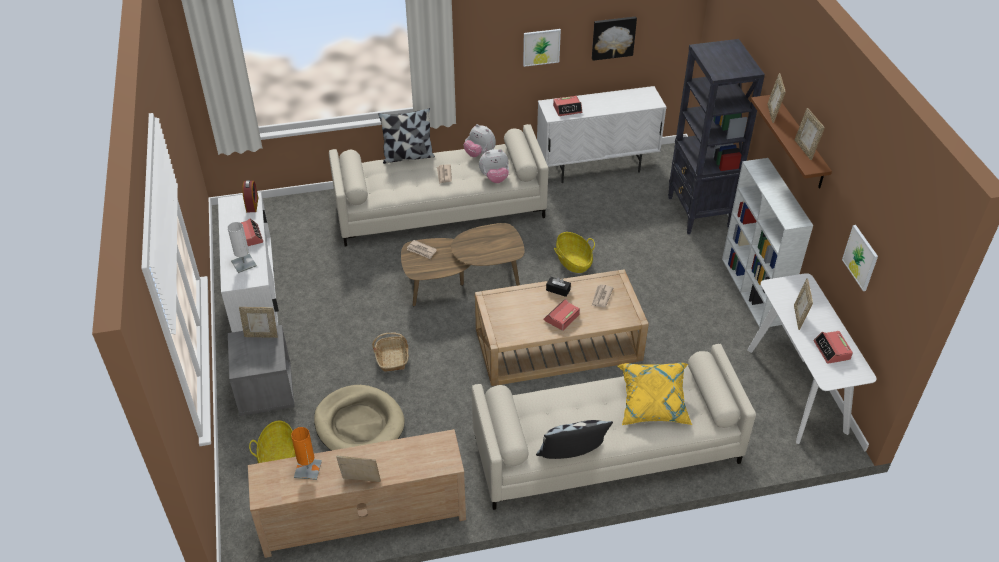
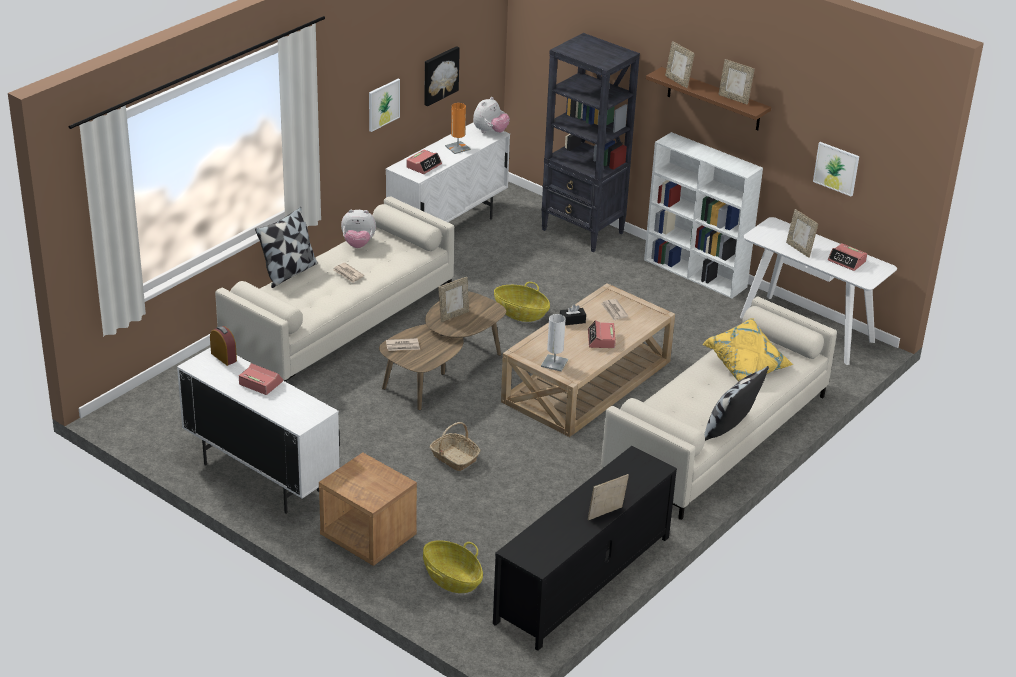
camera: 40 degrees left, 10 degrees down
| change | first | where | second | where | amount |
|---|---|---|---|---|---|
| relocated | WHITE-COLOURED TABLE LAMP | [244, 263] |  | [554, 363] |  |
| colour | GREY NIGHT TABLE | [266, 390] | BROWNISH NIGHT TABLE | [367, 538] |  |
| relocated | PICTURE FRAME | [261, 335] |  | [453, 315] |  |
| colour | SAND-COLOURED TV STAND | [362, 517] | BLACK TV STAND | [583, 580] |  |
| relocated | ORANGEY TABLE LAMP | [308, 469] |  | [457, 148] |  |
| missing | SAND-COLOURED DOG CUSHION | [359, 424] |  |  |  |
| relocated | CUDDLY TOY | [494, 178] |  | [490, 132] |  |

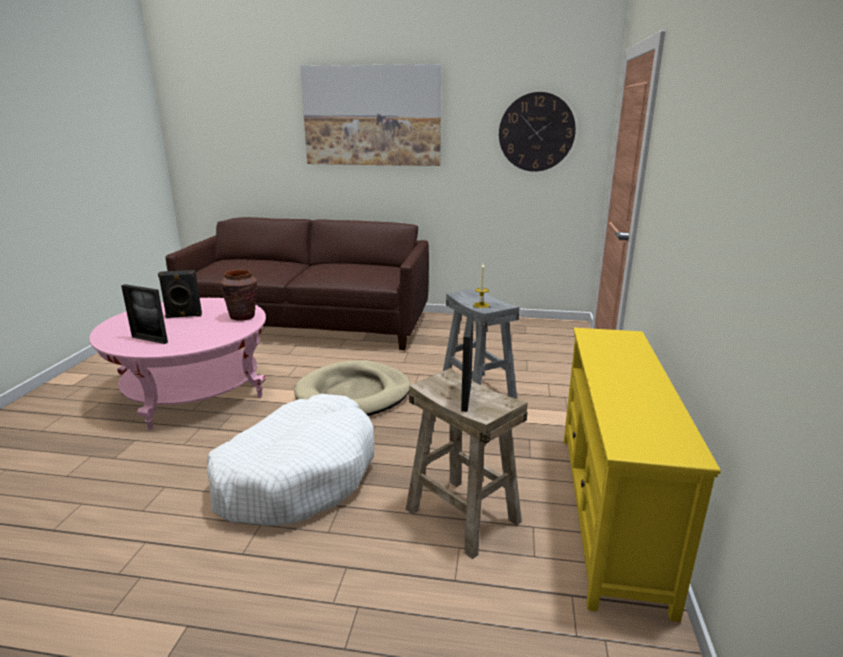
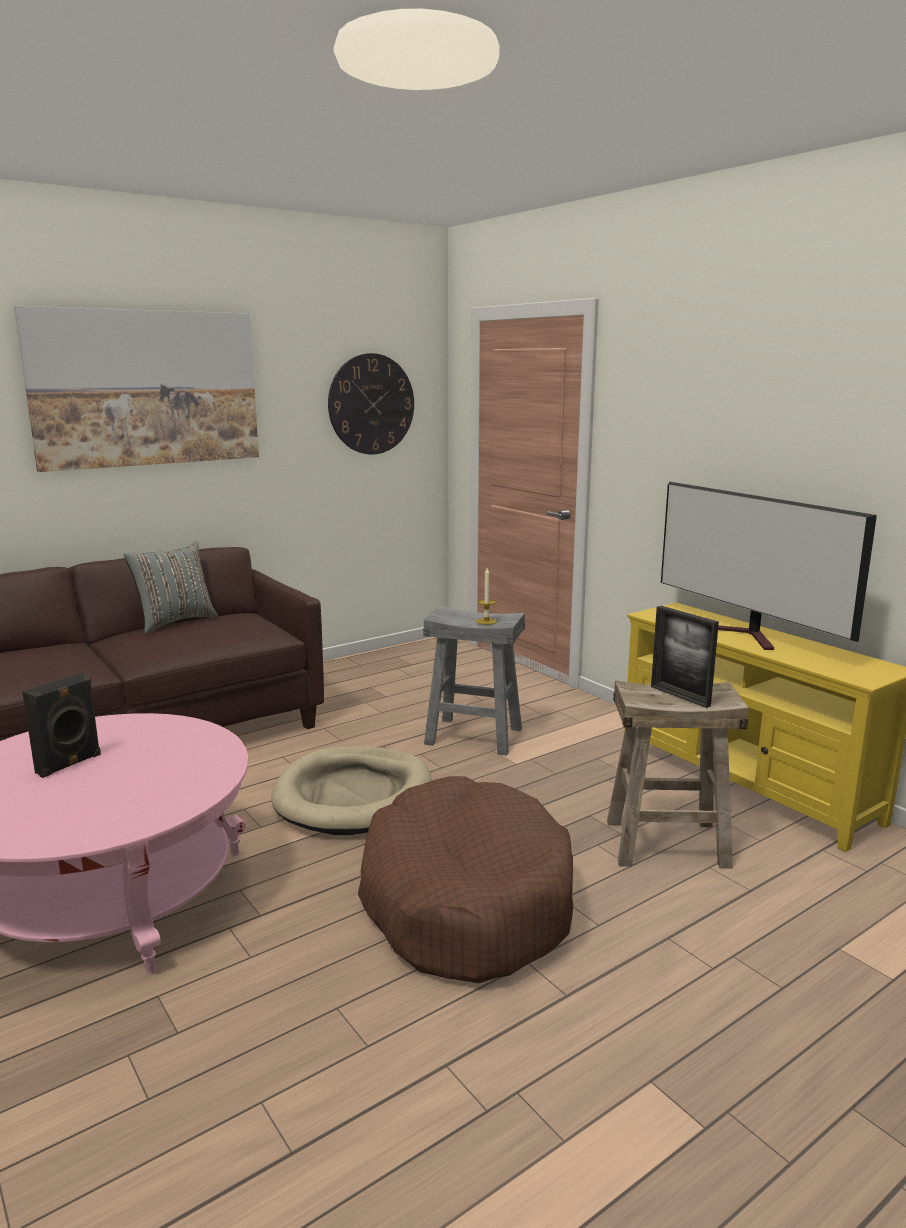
camera: 45 degrees left, 5 degrees down
| change | first | where | second | where | amount |
|---|---|---|---|---|---|
| missing | PICTURE FRAME | [149, 339] |  |  |  |
| colour | WHITE-COLOURED DOG CUSHION | [297, 475] | BROWNISH DOG CUSHION | [465, 900] |  |
| missing | BROWNISH DECORATIVE VASE | [243, 317] |  |  |  |
| appeared |  |  | GREY CUSHION | [175, 622] |  |
| appeared |  |  | TV SET | [747, 636] |  |

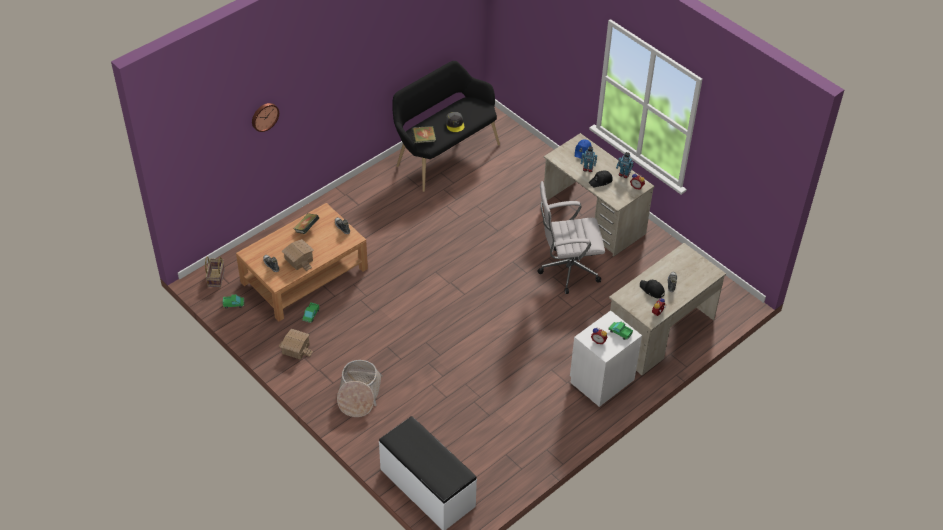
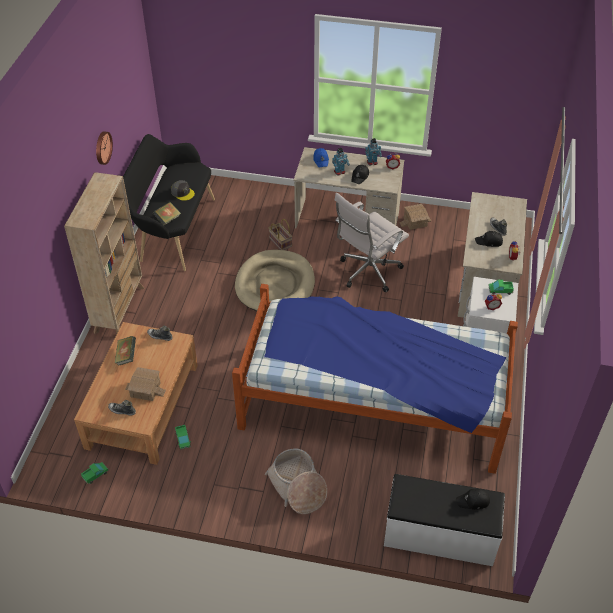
camera: 35 degrees left, 0 degrees up
| change | first | where | second | where | amount |
|---|---|---|---|---|---|
| relocated | BASKET | [215, 277] |  | [279, 242] |  |
| relocated | CLOCK ON THE WALL | [264, 116] |  | [102, 147] |  |
| relocated | MODEL HOUSE | [296, 348] |  | [415, 221] |  |
| appeared |  |  | SAND-COLOURED BOOKSHELF | [119, 309] |  |
| appeared |  |  | BED | [373, 402] |  |
| appeared |  |  | SAND-COLOURED DOG CUSHION | [275, 285] |  |
| appeared |  |  | BLACK BASEBALL CAP | [473, 501] |  |

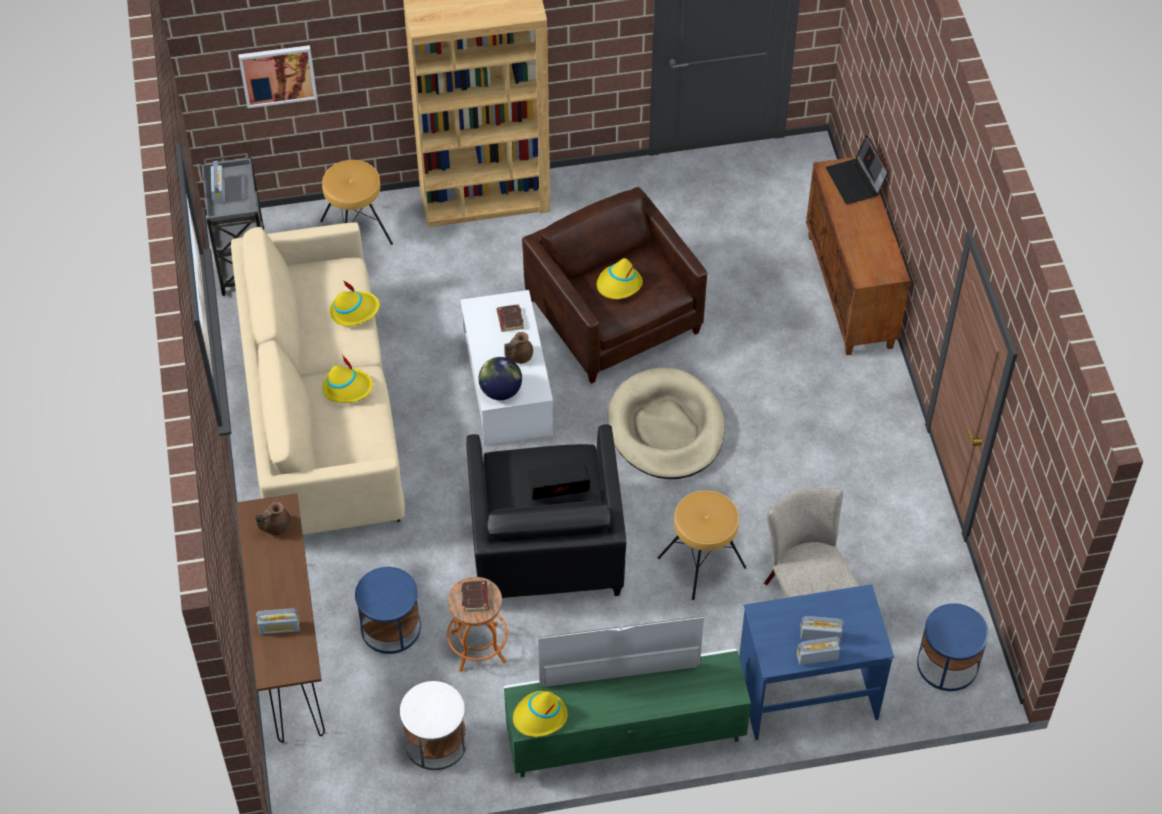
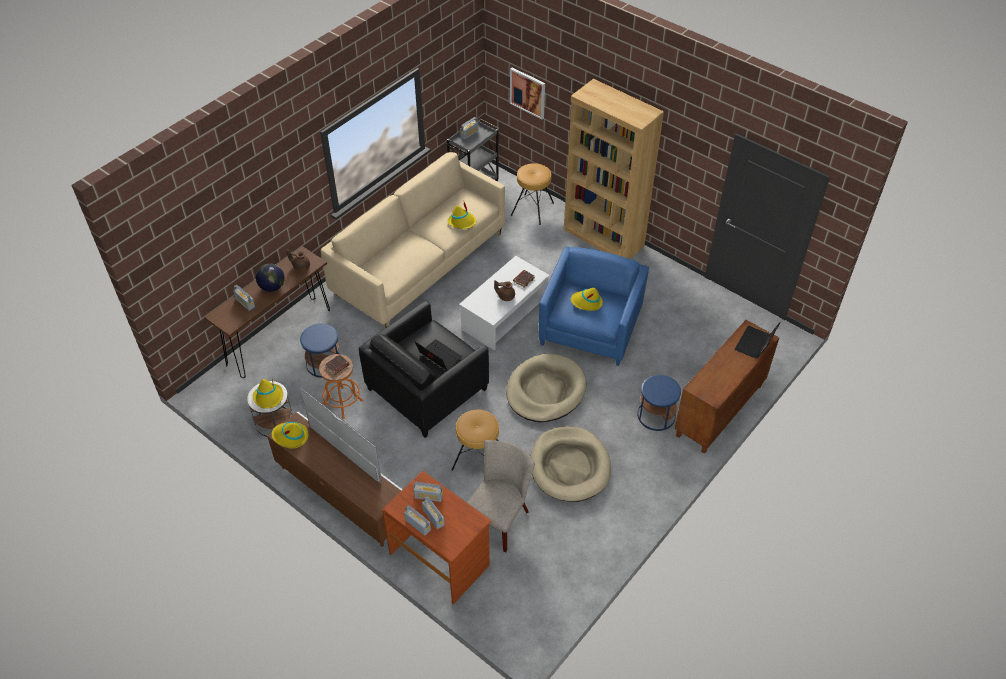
camera: 50 degrees right, 5 degrees down
| change | first | where | second | where | amount |
|---|---|---|---|---|---|
| relocated | YELLOWISH HAT | [348, 388] |  | [269, 397] |  |
| relocated | DESK GLOBE | [500, 391] |  | [272, 287] |  |
| colour | GREEN TV STAND | [625, 736] | BROWNISH TV STAND | [342, 495] |  |
| colour | BROWNISH ARMCHAIR | [614, 316] | BLUE-COLOURED ARMCHAIR | [591, 327] |  |
| colour | BLUE-COLOURED DESK TABLE | [807, 693] | BROWNISH DESK TABLE | [440, 559] |  |
| relocated | BLUE-COLOURED END TABLE | [947, 664] |  | [656, 415] |  |
| appeared |  |  | RADIO SET | [428, 496] |  |
| appeared |  |  | SAND-COLOURED DOG CUSHION | [569, 466] |  |

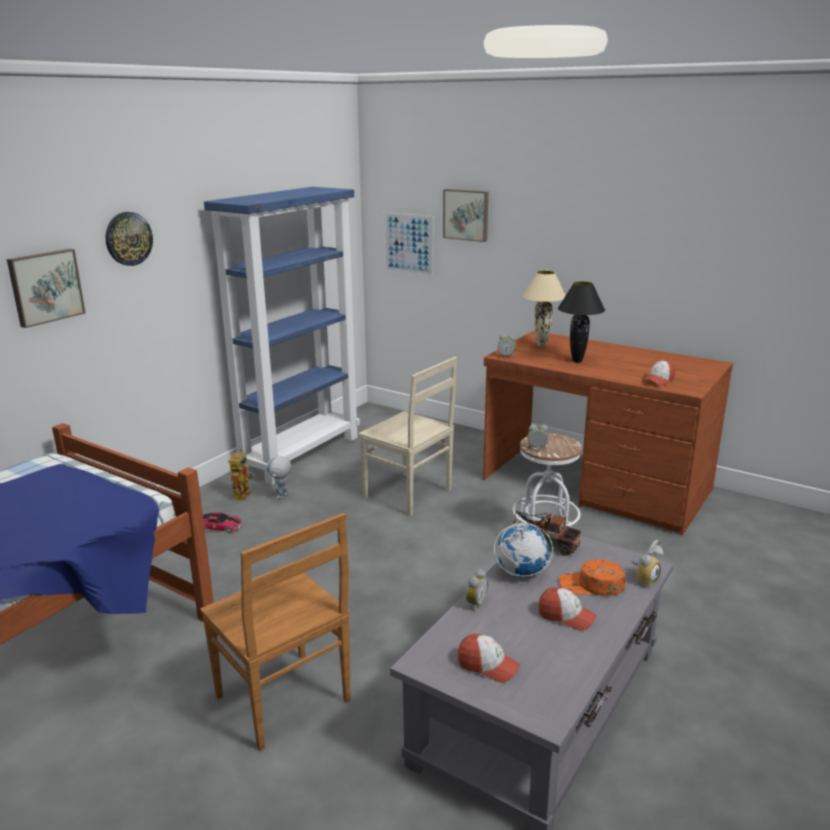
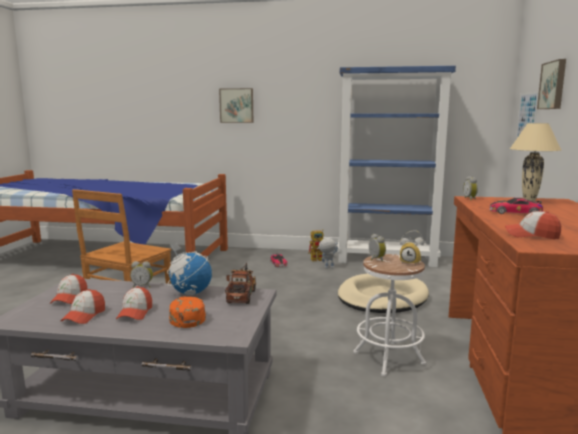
camera: 65 degrees right, 10 degrees down
| change | first | where | second | where | amount |
|---|---|---|---|---|---|
| missing | CLOCK ON THE WALL | [128, 238] |  |  |  |
| exchanged | SAND-COLOURED PLAIN CHAIR | [409, 495] | SAND-COLOURED DOG CUSHION | [382, 297] |  |
| exchanged | BLACK TABLE LAMP | [577, 361] | TOY CAR | [515, 212] |  |
| relocated | TABLE CLOCK | [644, 579] |  | [411, 262] |  |
| appeared |  |  | BASEBALL CAP | [84, 316] |  |

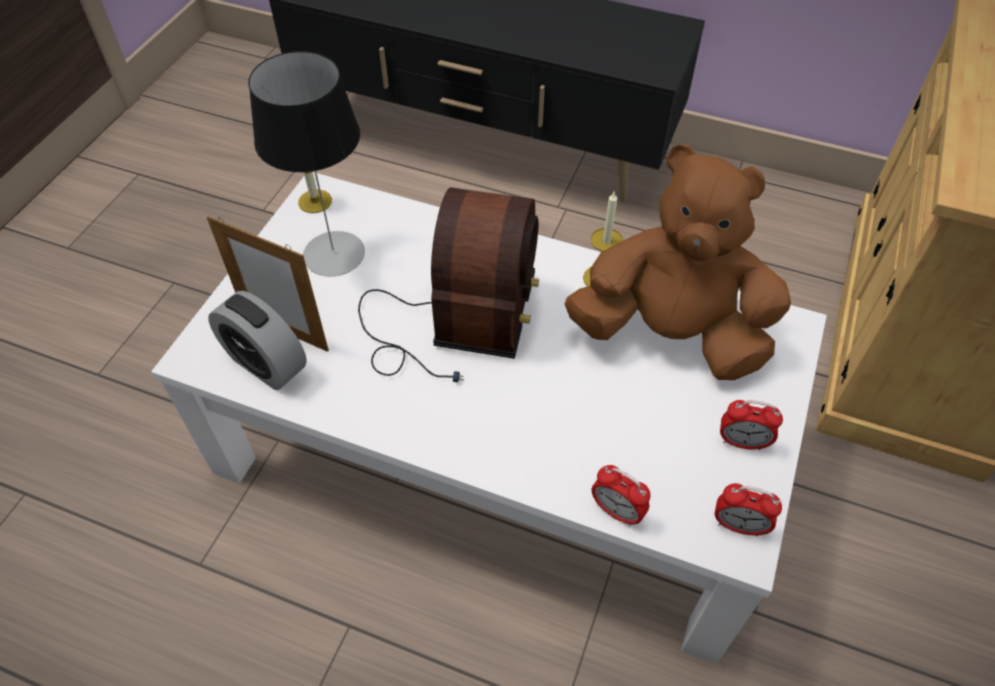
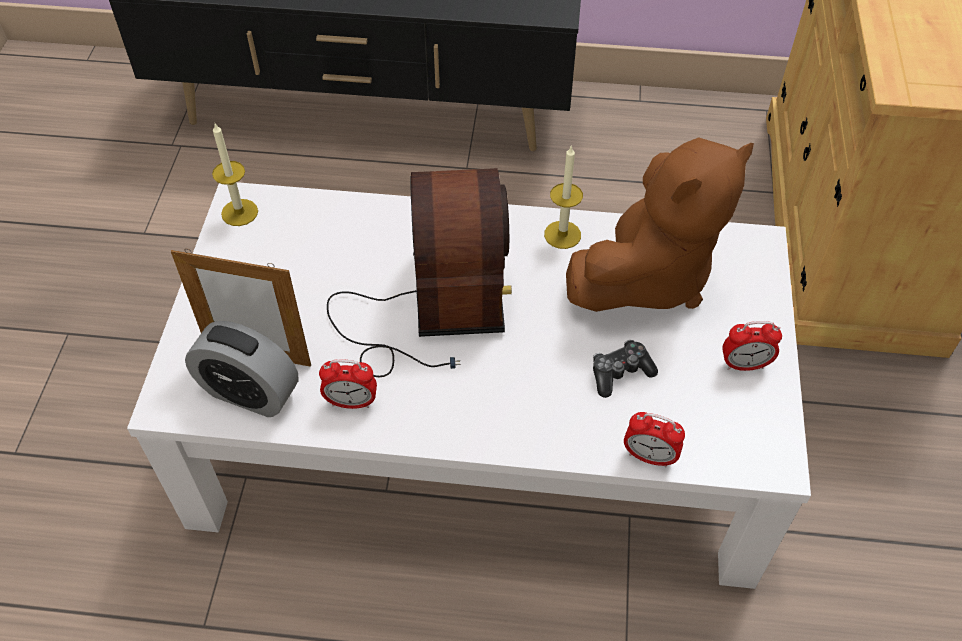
camera: 15 degrees left, 0 degrees up
| change | first | where | second | where | amount |
|---|---|---|---|---|---|
| missing | TABLE LAMP | [333, 253] |  |  |  |
| spun | BROWNISH CUDDLY TOY | [671, 334] |  | [647, 276] | 135 degrees clockwise |
| relocated | TABLE CLOCK | [738, 525] |  | [351, 402] |  |
| appeared |  |  | GAMEPAD | [620, 373] |  |

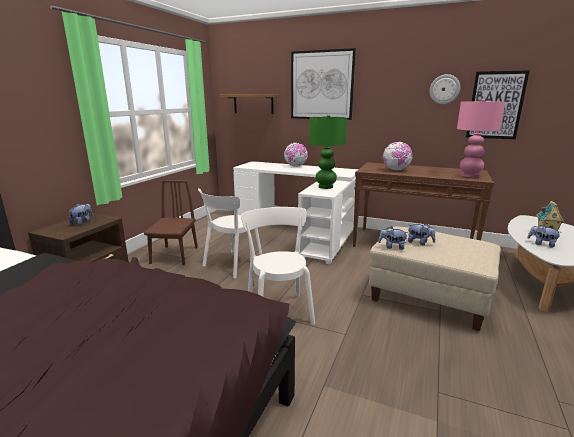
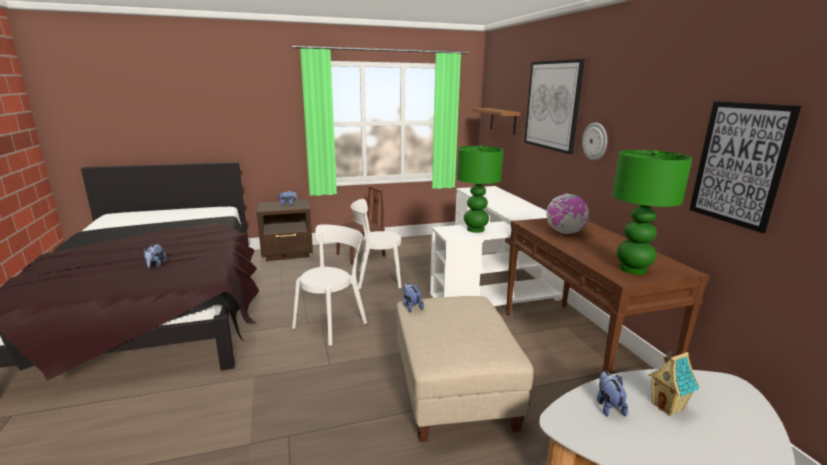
camera: 50 degrees right, 0 degrees up
| change | first | where | second | where | amount |
|---|---|---|---|---|---|
| missing | DESK GLOBE | [295, 166] |  |  |  |
| relocated | CUDDLY TOY | [419, 243] |  | [155, 265] |  |
| relocated | CLOCK ON THE WALL | [444, 89] |  | [595, 141] |  |
| colour | PINK-COLOURED TABLE LAMP | [470, 176] | GREEN TABLE LAMP | [632, 269] |  |

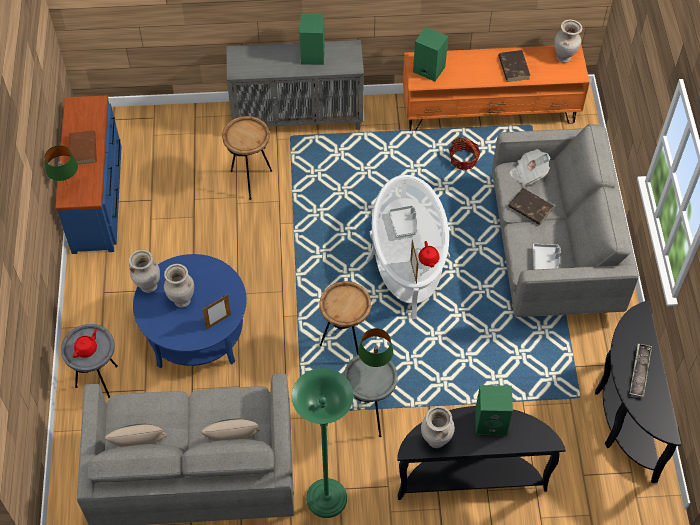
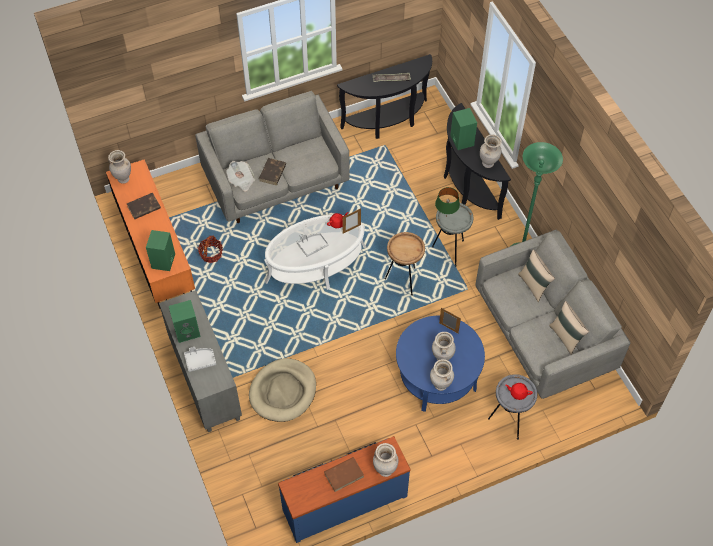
camera: 110 degrees left, 0 degrees up
| change | first | where | second | where | amount |
|---|---|---|---|---|---|
| exchanged | GREEN TABLE LAMP | [67, 185] | SAND-COLOURED DECORATIVE VASE | [385, 470] |  |
| exchanged | BROWNISH END TABLE | [251, 180] | SAND-COLOURED DOG CUSHION | [283, 392] |  |
| relocated | GREY SERVING TRAY | [545, 262] |  | [200, 360] |  |

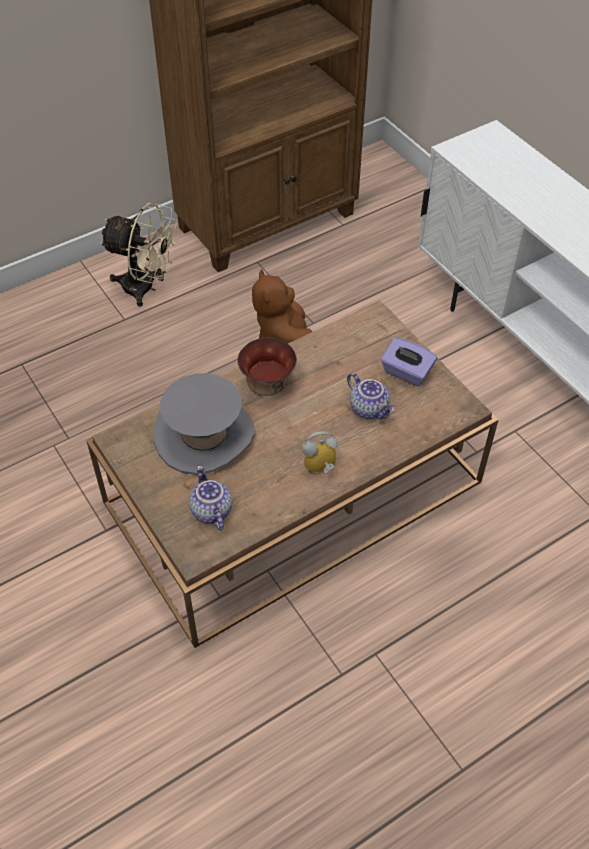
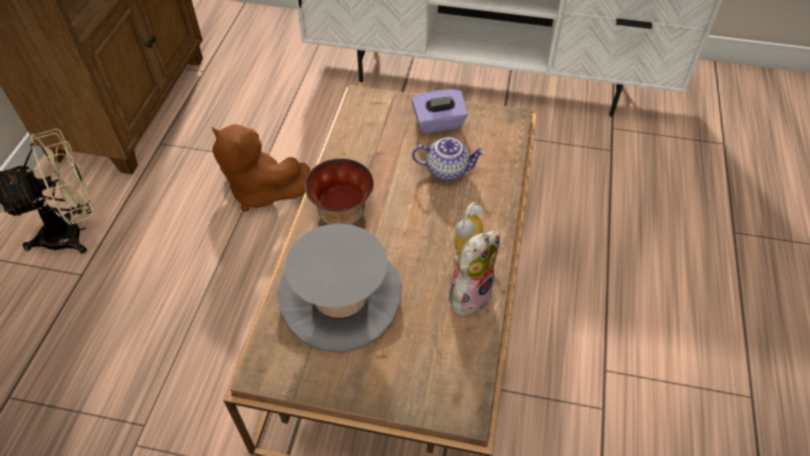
camera: 45 degrees left, 0 degrees up
| change | first | where | second | where | amount |
|---|---|---|---|---|---|
| missing | TEAPOT | [210, 510] |  |  |  |
| appeared |  |  | CUDDLY TOY | [469, 294] |  |

